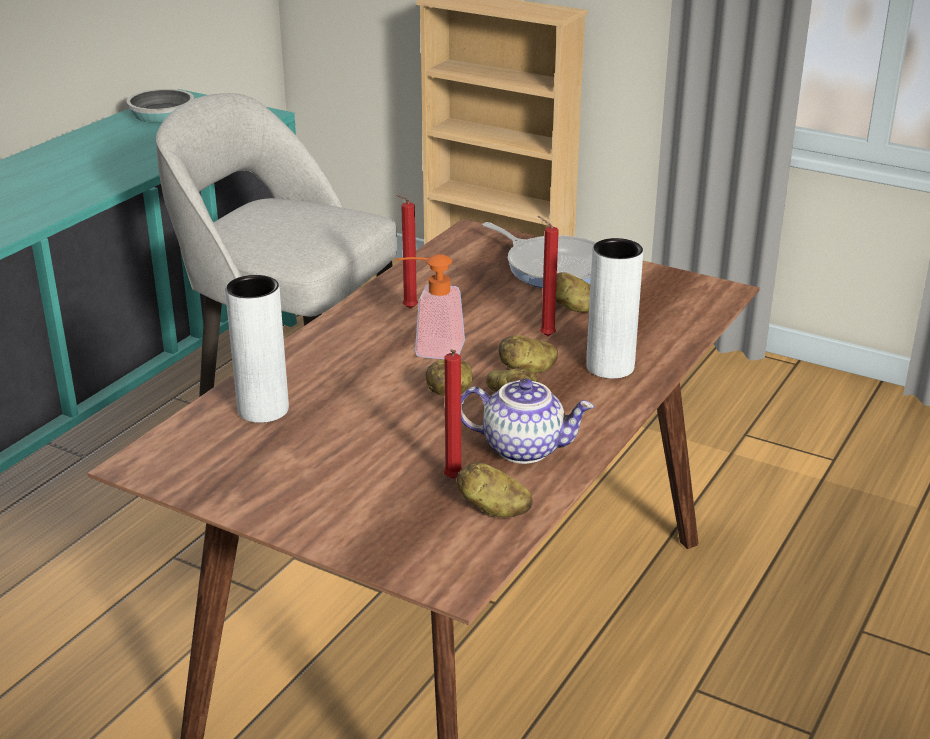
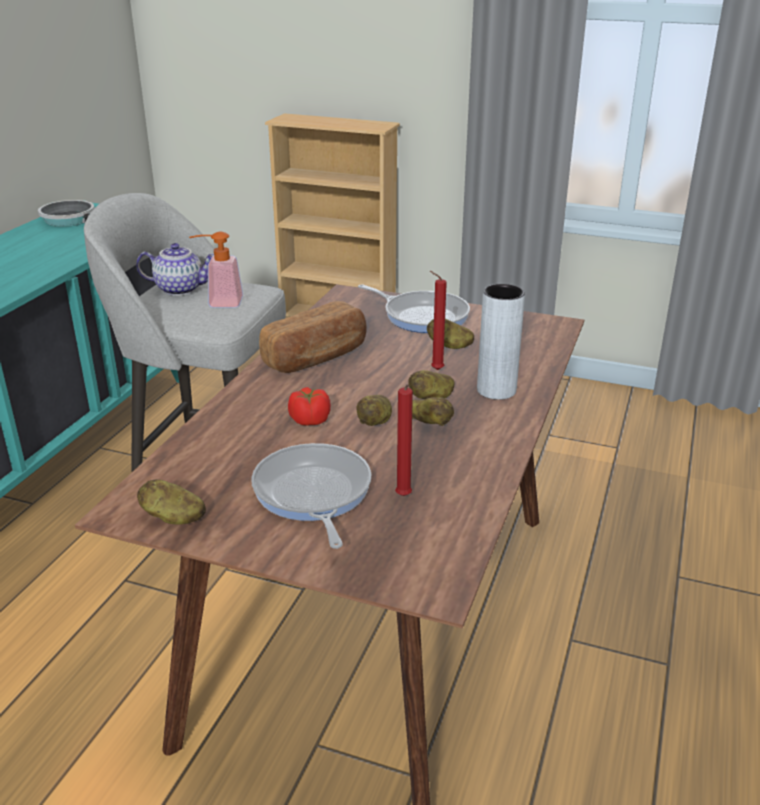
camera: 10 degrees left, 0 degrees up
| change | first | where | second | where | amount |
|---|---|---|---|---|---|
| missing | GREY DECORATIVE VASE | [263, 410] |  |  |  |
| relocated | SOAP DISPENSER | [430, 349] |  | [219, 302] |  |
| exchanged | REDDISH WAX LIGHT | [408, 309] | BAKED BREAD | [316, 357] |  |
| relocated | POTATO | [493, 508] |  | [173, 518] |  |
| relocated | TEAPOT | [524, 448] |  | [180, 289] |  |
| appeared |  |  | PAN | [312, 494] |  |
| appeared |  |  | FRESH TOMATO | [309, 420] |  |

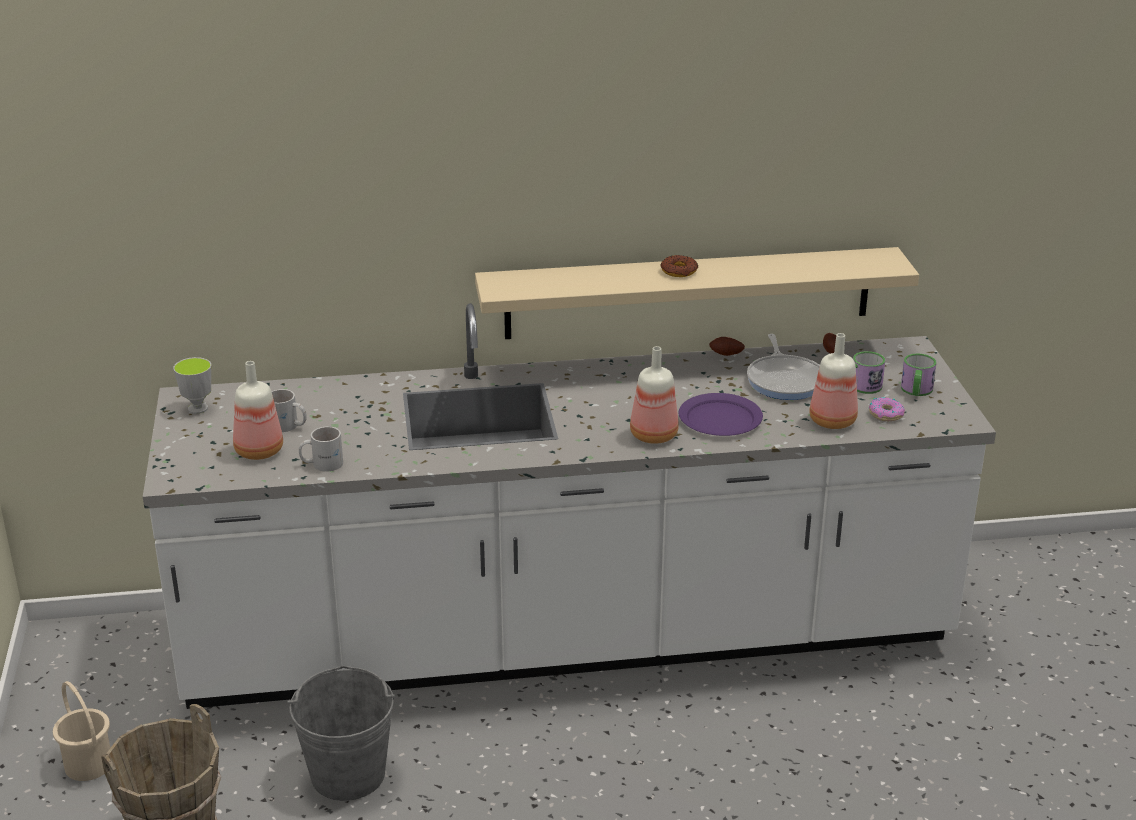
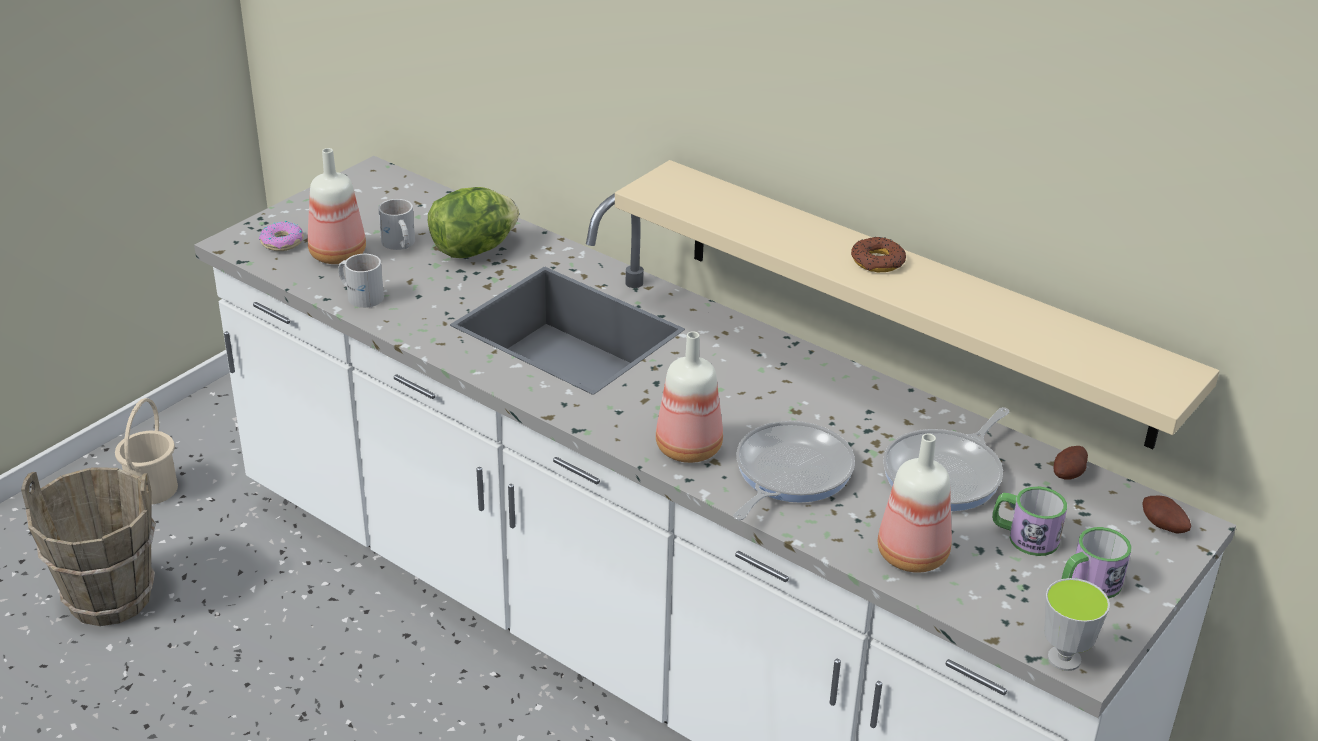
camera: 45 degrees right, 5 degrees up
| change | first | where | second | where | amount |
|---|---|---|---|---|---|
| relocated | DRINKING CUP | [198, 408] |  | [1064, 659] |  |
| missing | GREY PAIL | [348, 774] |  |  |  |
| exchanged | PURPLE-COLOURED PLATE | [720, 419] | PAN | [789, 473] |  |
| relocated | POTATO | [726, 355] |  | [1162, 527] |  |
| relocated | DOUGHNUT | [886, 414] |  | [282, 242] |  |
| appeared |  |  | HEAD OF LETTUCE | [473, 250] |  |

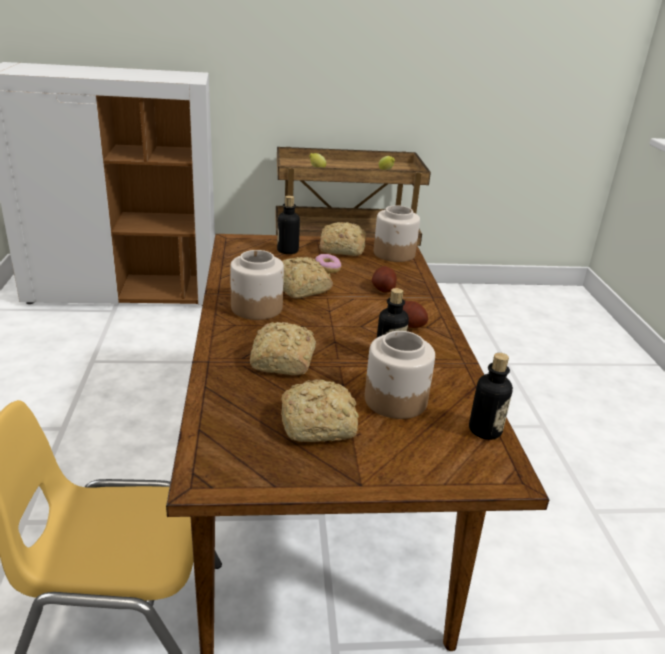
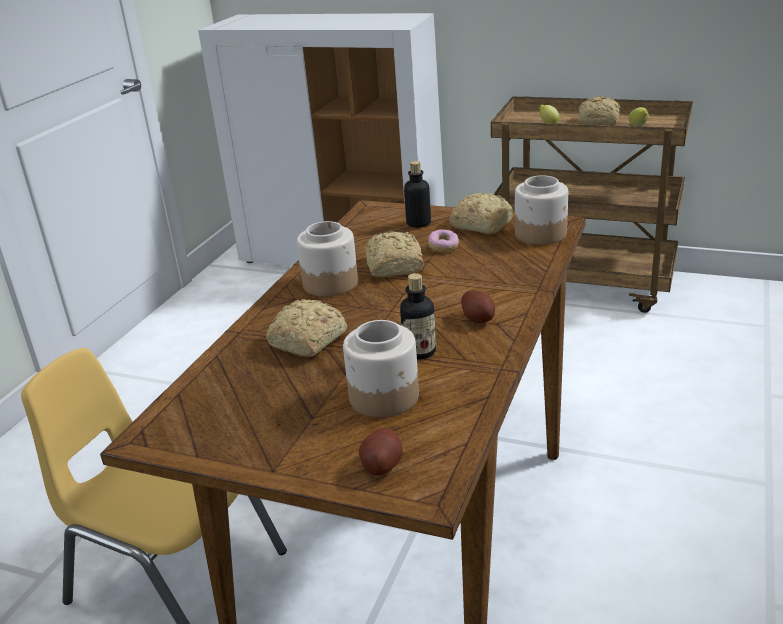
camera: 30 degrees right, 0 degrees up
| change | first | where | second | where | amount |
|---|---|---|---|---|---|
| relocated | BAKED BREAD | [320, 425] |  | [600, 121] |  |
| relocated | POTATO | [383, 289] |  | [381, 465] |  |
| missing | BEVERAGE BOTTLE | [485, 430] |  |  |  |

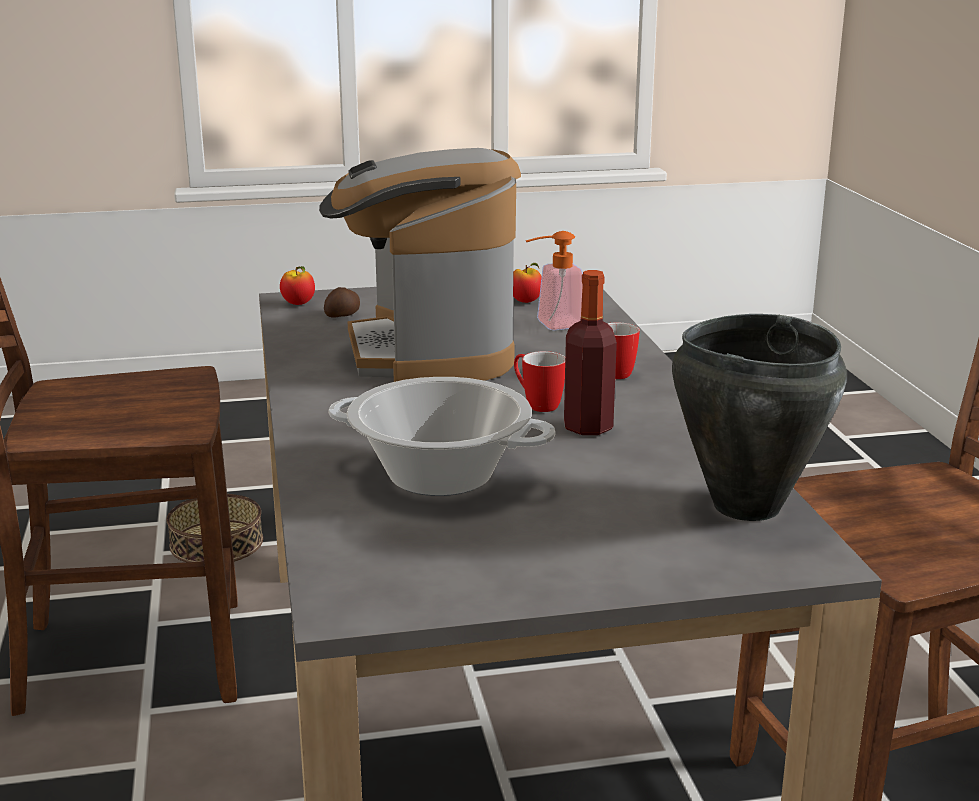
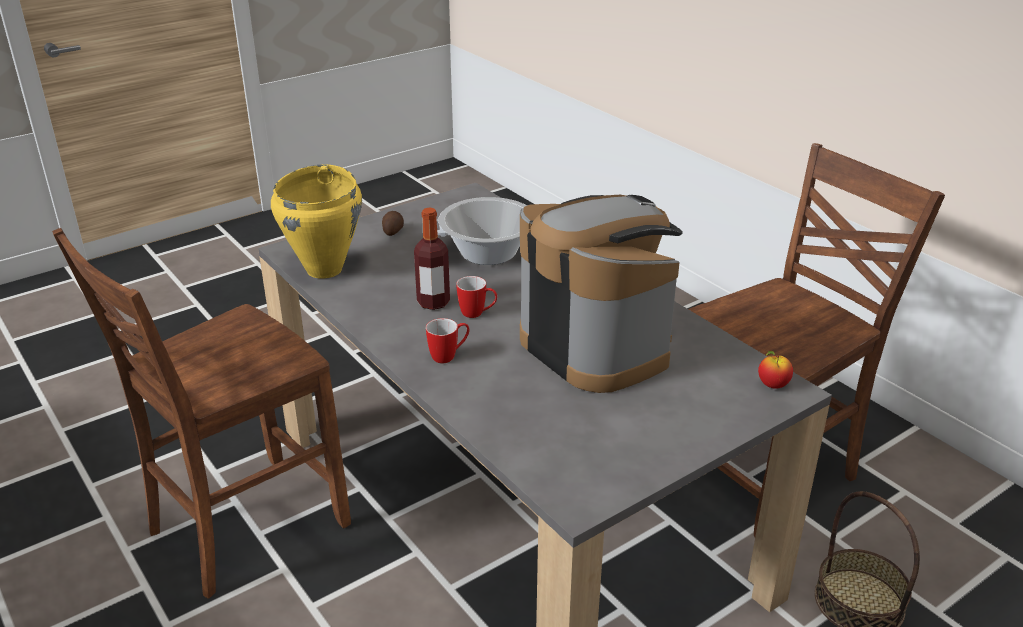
camera: 155 degrees right, 10 degrees up
| change | first | where | second | where | amount |
|---|---|---|---|---|---|
| relocated | POTATO | [343, 315] |  | [392, 231] |  |
| missing | APPLE FRUIT | [526, 302] |  |  |  |
| missing | SOAP DISPENSER | [552, 325] |  |  |  |
| colour | BLACK STOCKPOT | [745, 506] | YELLOWISH STOCKPOT | [325, 269] |  |

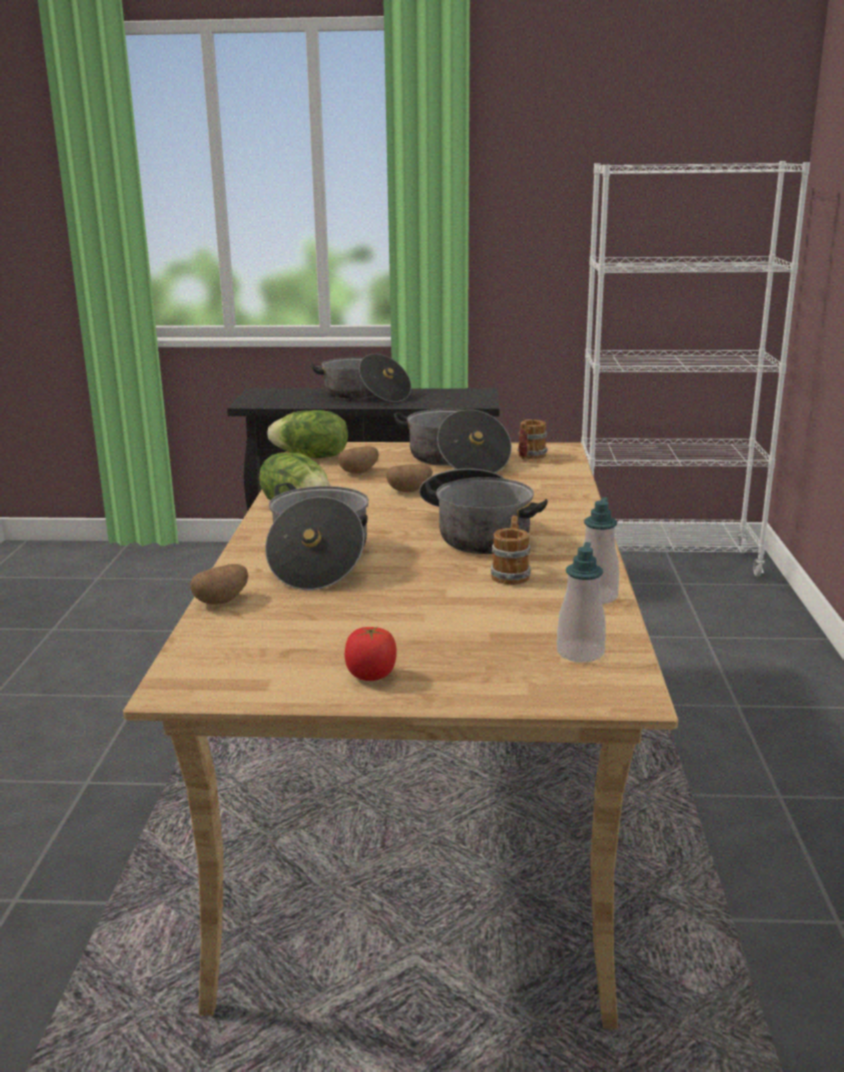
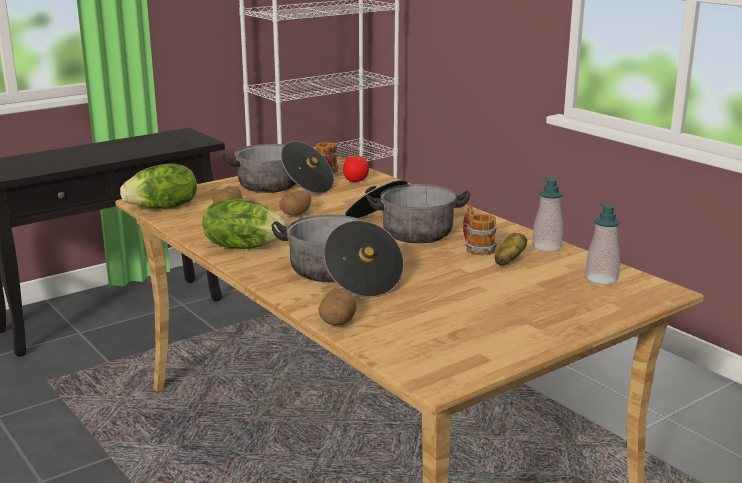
camera: 40 degrees left, 0 degrees up
| change | first | where | second | where | amount |
|---|---|---|---|---|---|
| missing | STOCKPOT | [364, 396] |  |  |  |
| relocated | FRESH TOMATO | [371, 676] |  | [355, 180] |  |
| appeared |  |  | POTATO | [509, 261] |  |

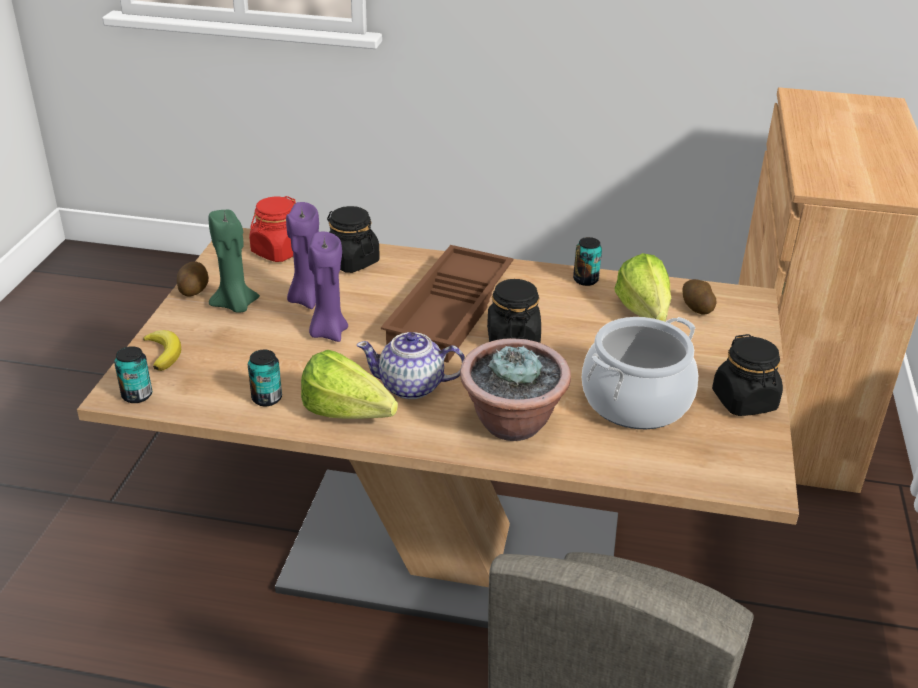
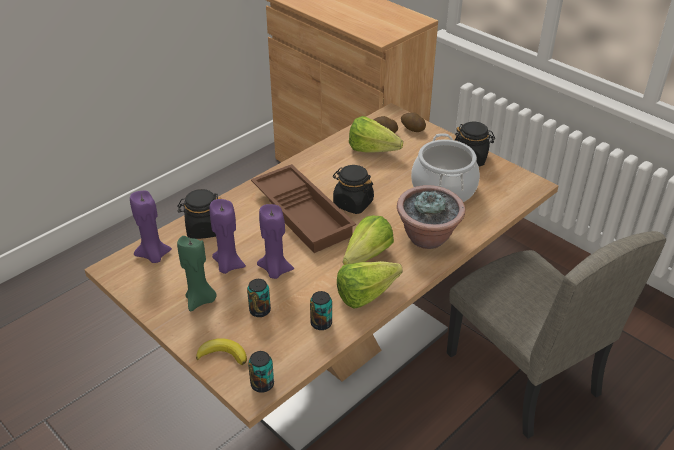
camera: 55 degrees left, 5 degrees up
| change | first | where | second | where | amount |
|---|---|---|---|---|---|
| relocated | POTATO | [193, 289] |  | [412, 129] |  |
| exchanged | REDDISH PRESERVE JAR | [278, 251] | PURPLE-COLOURED WAX LIGHT | [153, 256] |  |
| exchanged | TEAPOT | [412, 386] | HEAD OF LETTUCE | [363, 259] |  |
| relocated | SEALED CAN | [585, 280] |  | [260, 310] |  |

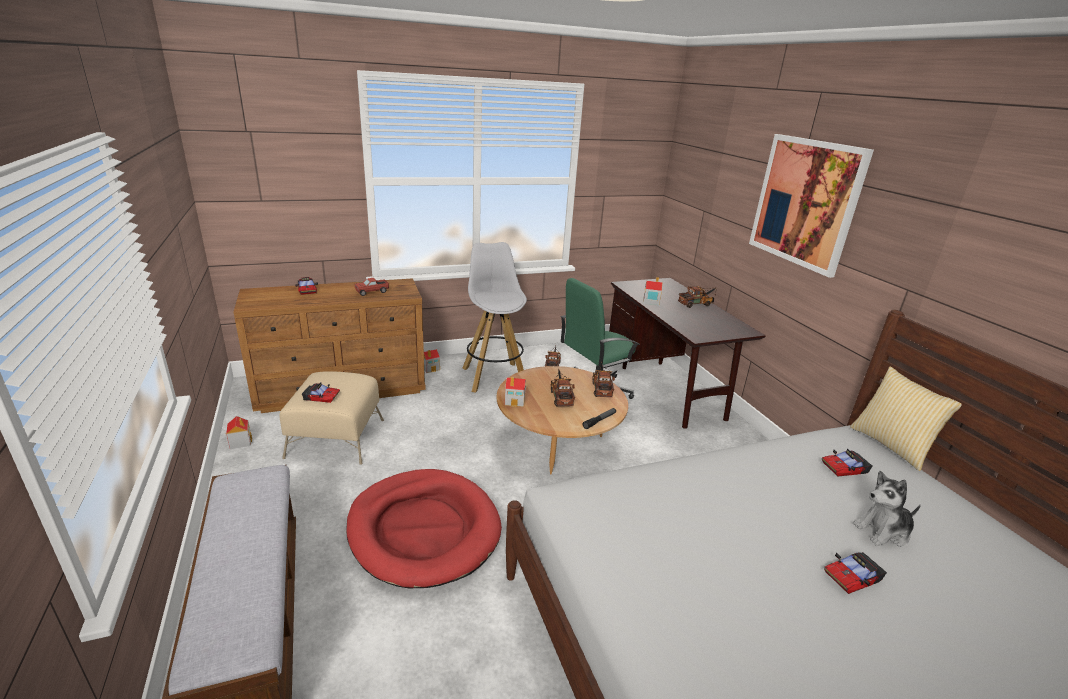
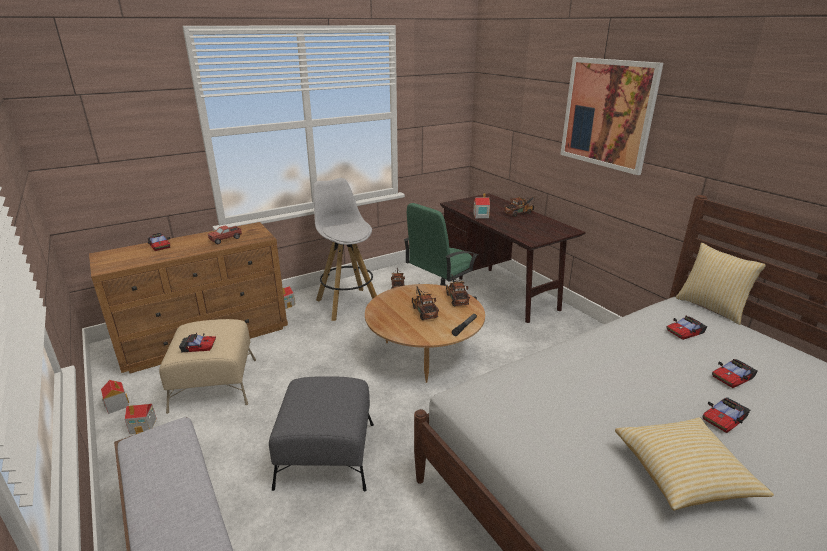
camera: 10 degrees left, 0 degrees up
| change | first | where | second | where | amount |
|---|---|---|---|---|---|
| exchanged | REDDISH DOG CUSHION | [423, 530] | GREY POUFFE | [327, 454] |  |
| relocated | MODEL HOUSE | [515, 401] |  | [143, 426] |  |
| exchanged | CUDDLY TOY | [883, 531] | TOY CAR | [732, 377] |  |
| appeared |  |  | CUSHION | [683, 475] |  |

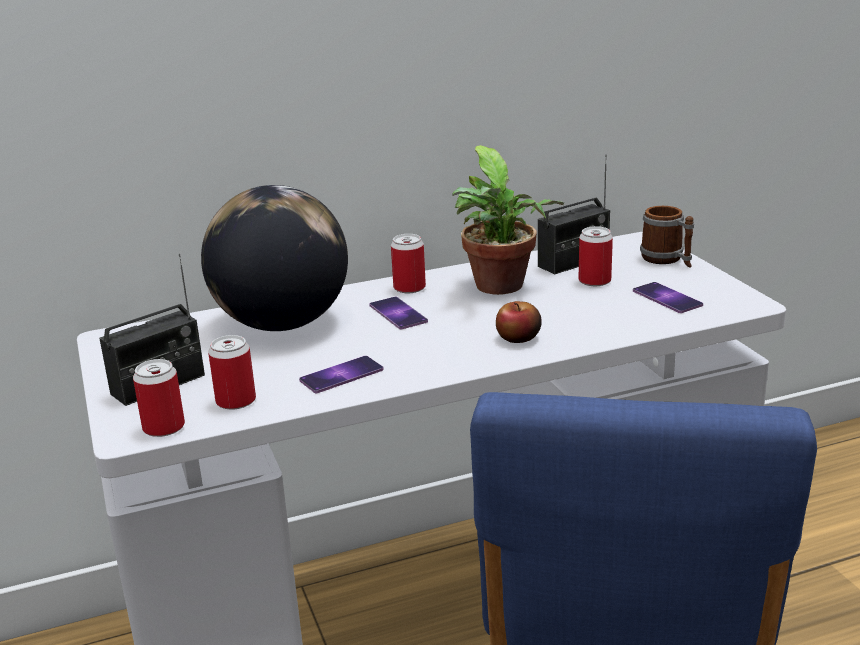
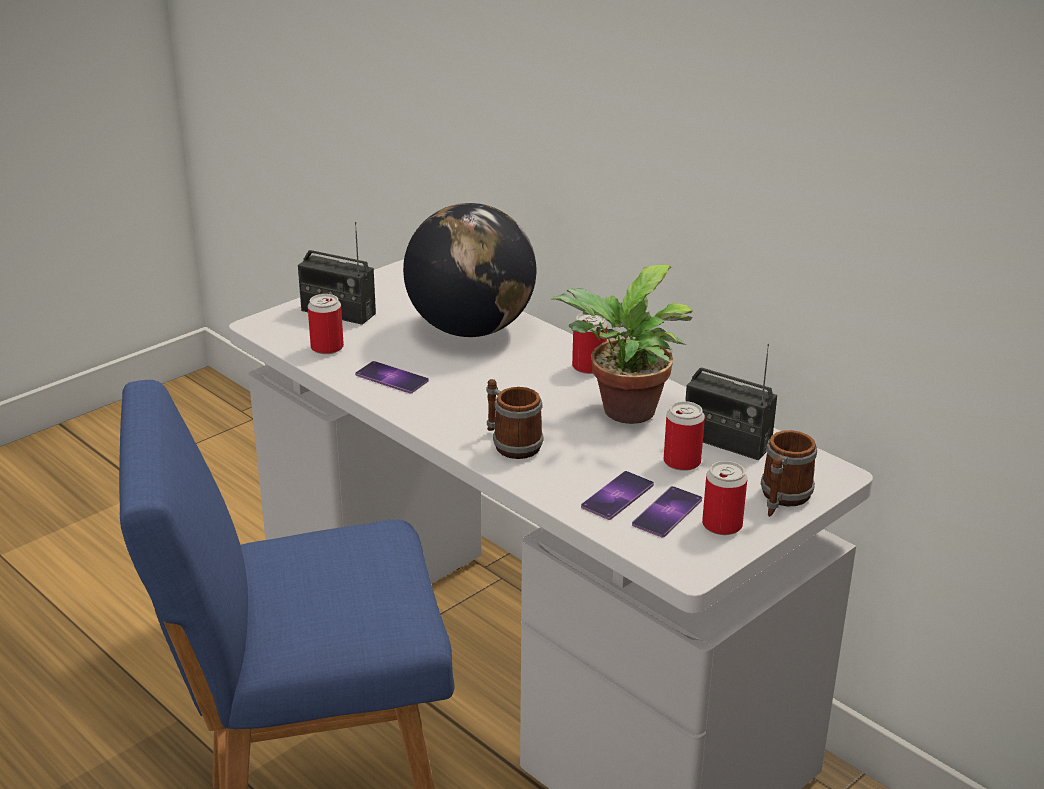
camera: 65 degrees right, 5 degrees up
| change | first | where | second | where | amount |
|---|---|---|---|---|---|
| relocated | SEALED CAN | [164, 427] |  | [722, 525] |  |
| relocated | TELEPHONE | [398, 313] |  | [617, 496] |  |
| exchanged | APPLE FRUIT | [518, 338] | COFFEE MUG | [511, 443] |  |

